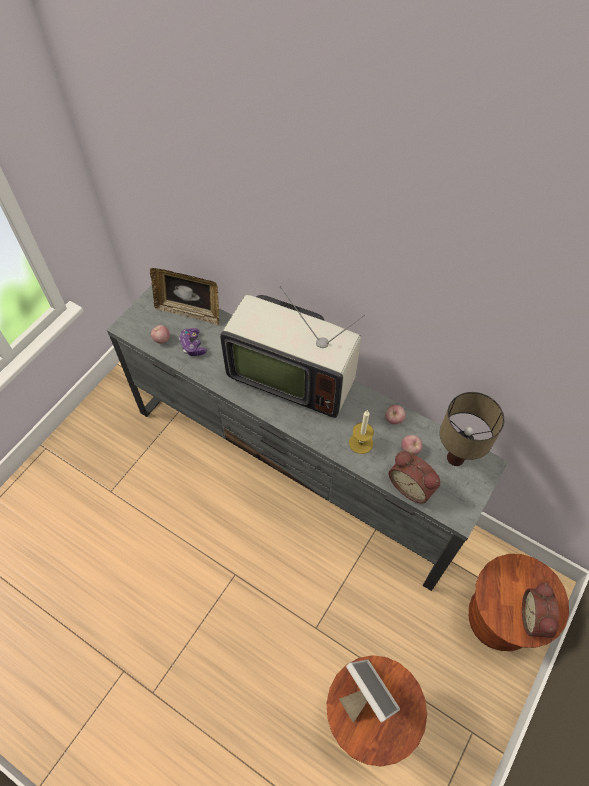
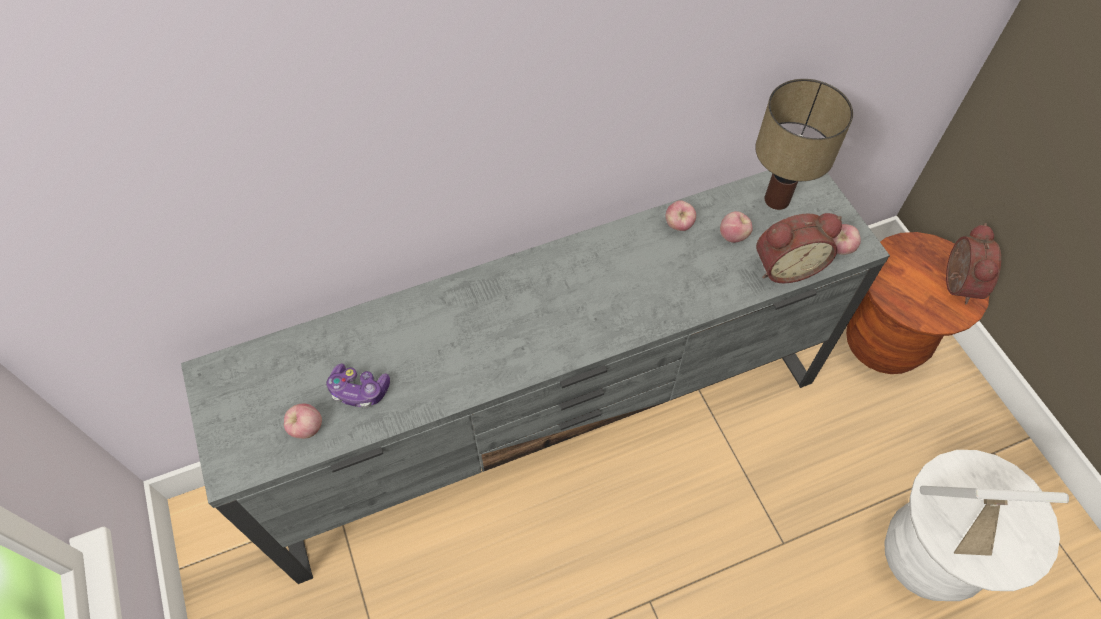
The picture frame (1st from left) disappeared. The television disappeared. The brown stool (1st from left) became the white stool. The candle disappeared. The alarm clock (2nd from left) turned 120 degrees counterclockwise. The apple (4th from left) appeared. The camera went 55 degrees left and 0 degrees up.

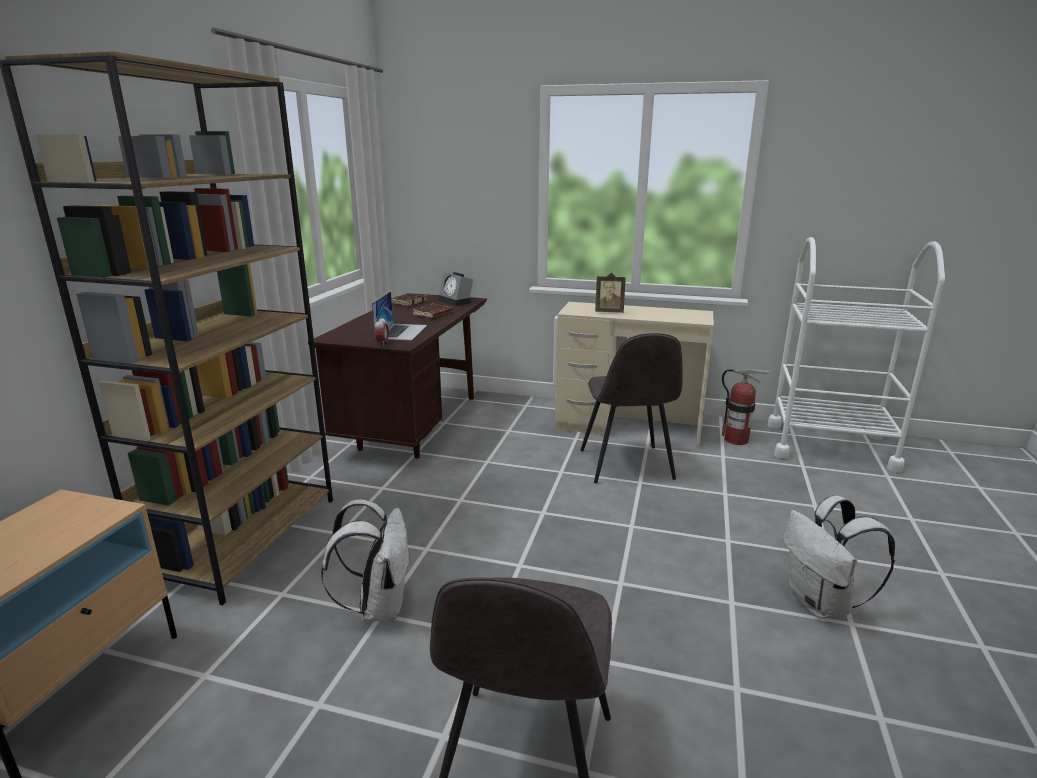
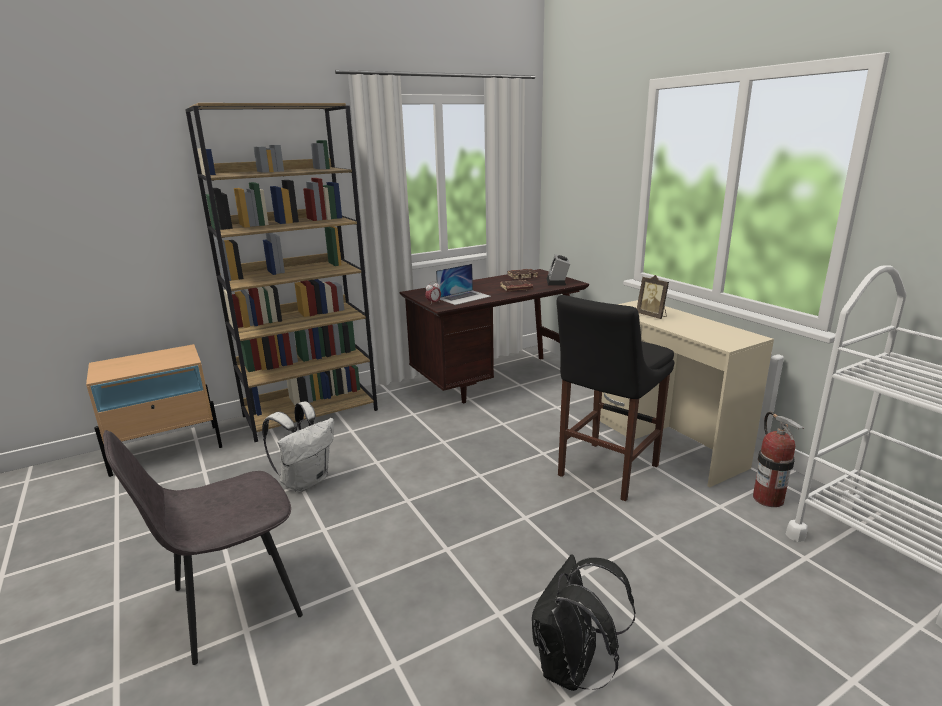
The grey chair (2nd from left) was replaced by the black stool. The white backpack (2nd from left) became the black backpack. The camera went 45 degrees right and 0 degrees up.

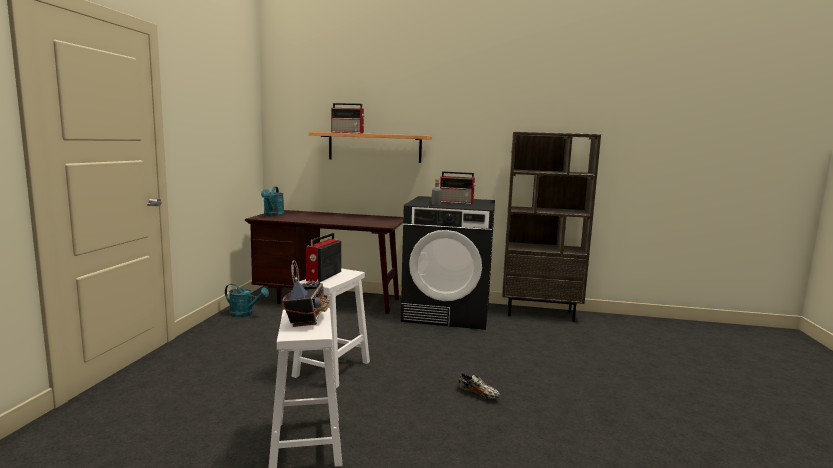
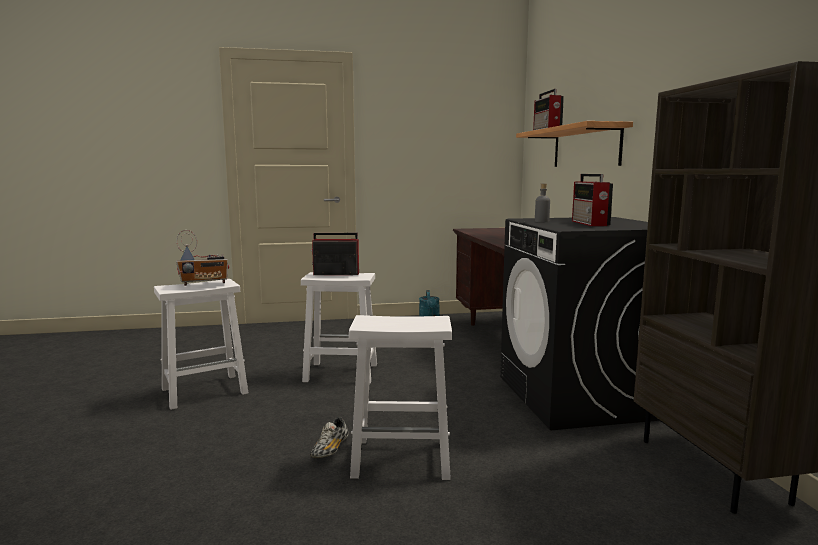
The turquoise watering can (2nd from left) disappeared. The white stool (3rd from left) appeared. The camera went 70 degrees right and 0 degrees up.

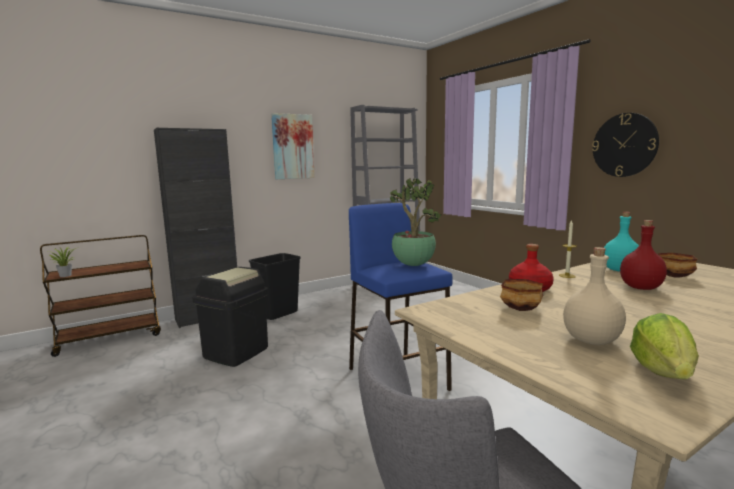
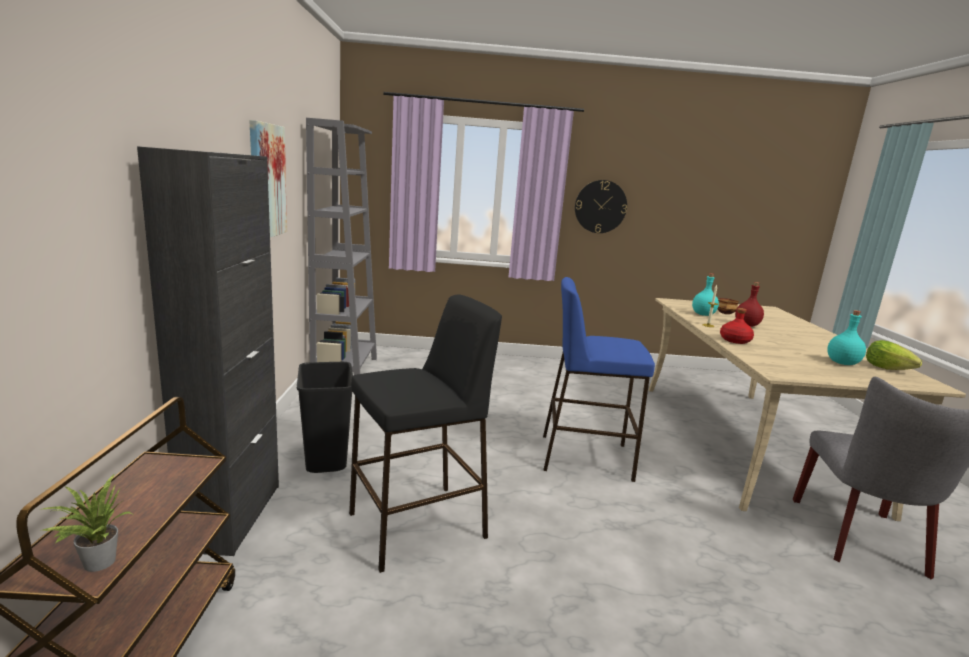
The black trash can (1st from left) was replaced by the black stool. The potted plant (2nd from left) disappeared. The bowl (1st from left) disappeared. The beige bottle became the turquoise bottle (2nd from left). The camera went 60 degrees left and 5 degrees up.

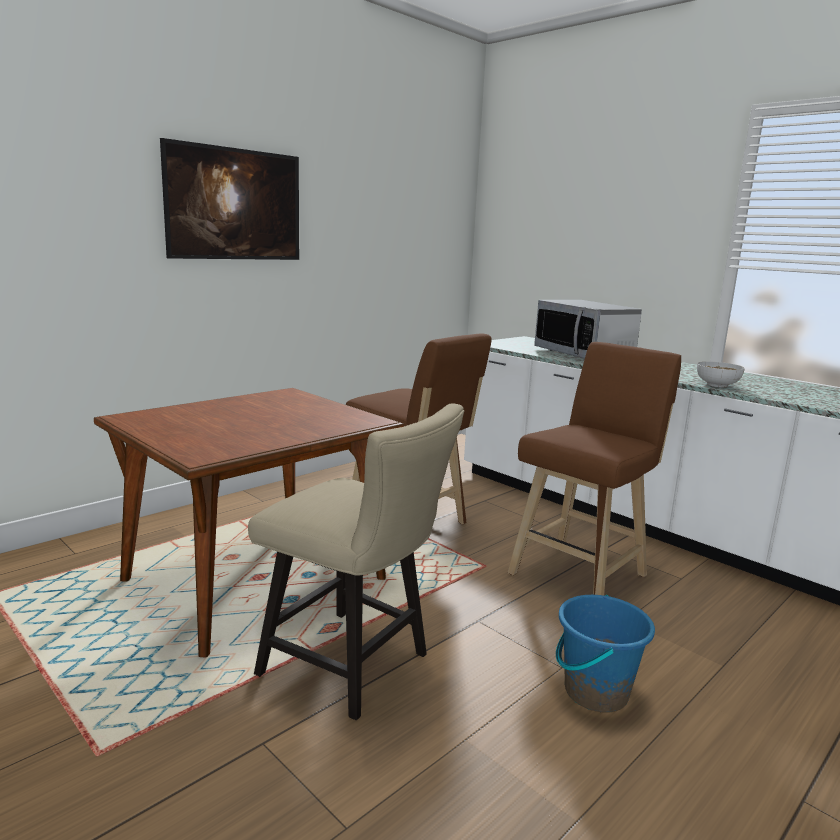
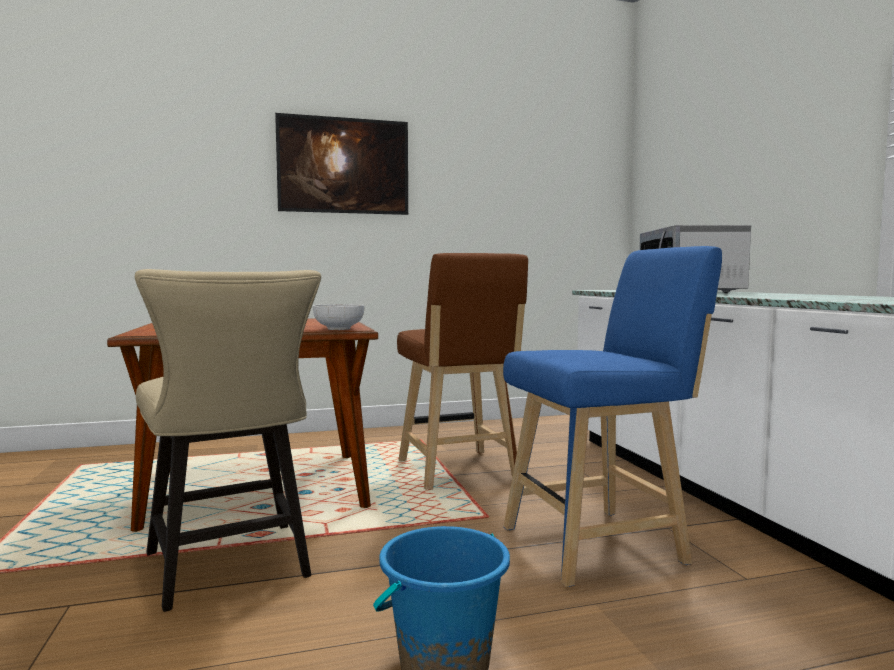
The brown stool (2nd from left) became the blue stool. The bowl moved. The camera went 30 degrees right and 10 degrees down.

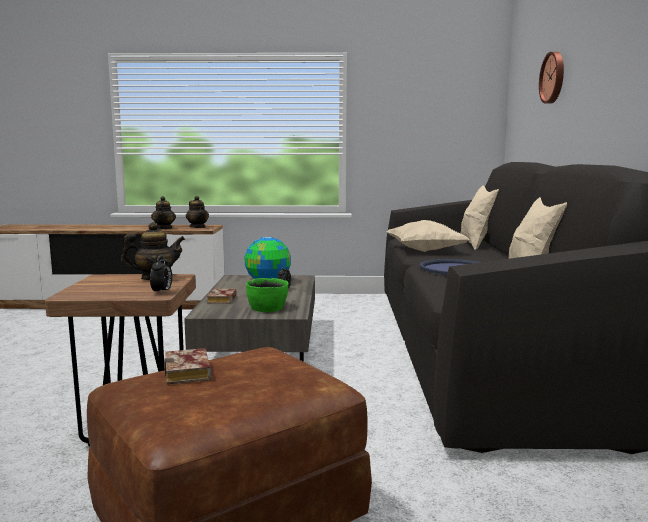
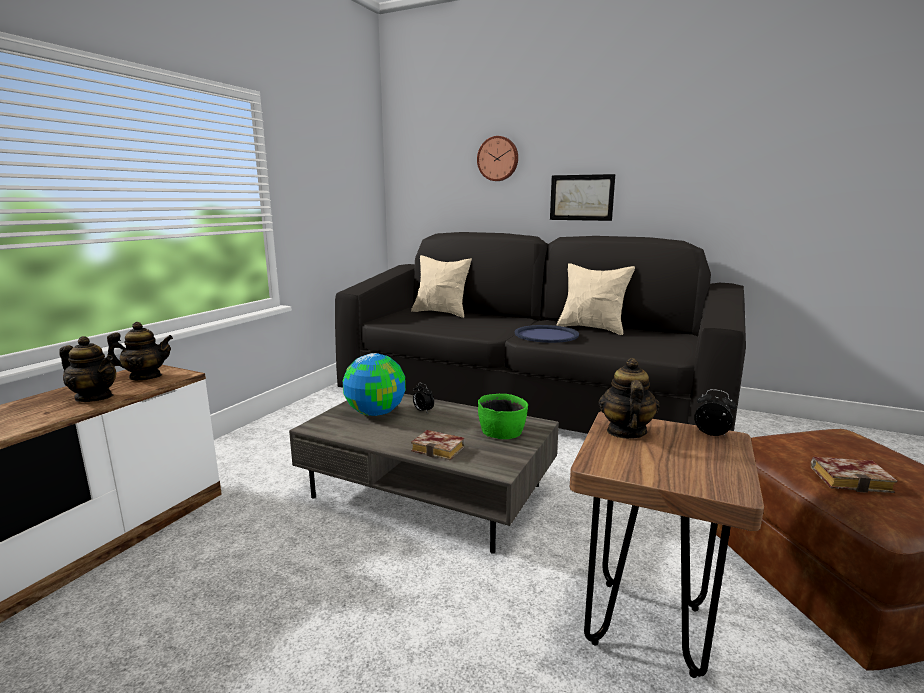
The beige pillow (1st from left) disappeared. The picture appeared. The camera went 65 degrees left and 5 degrees up.

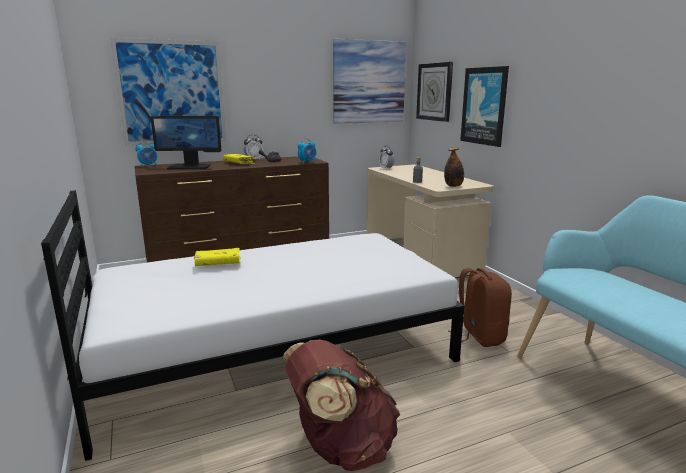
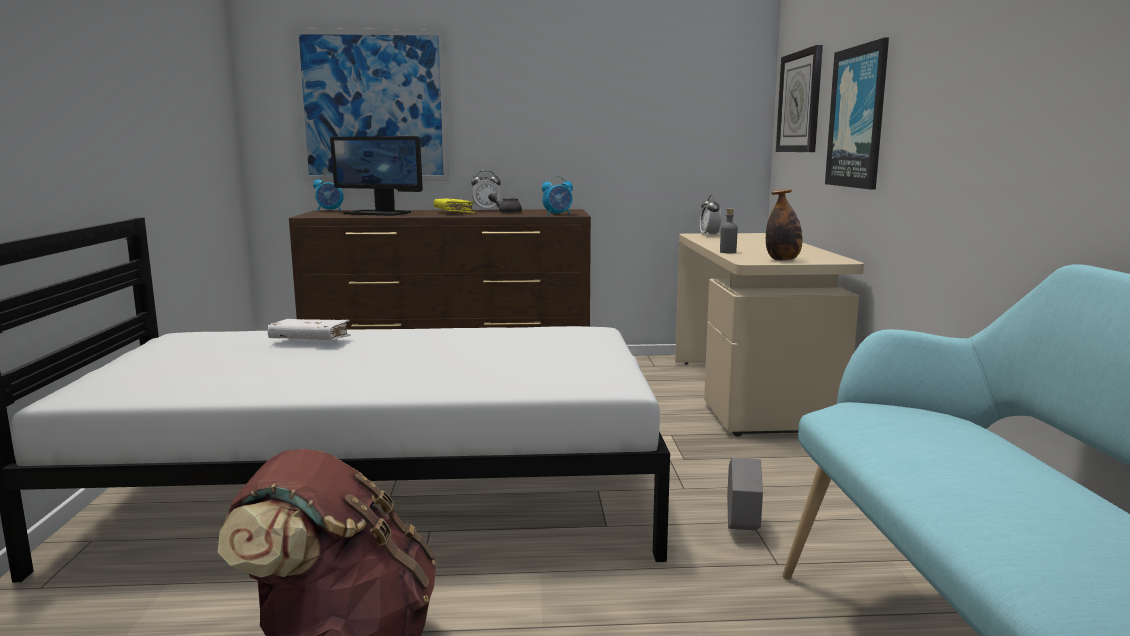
The yellow book (1st from left) became the white book. The picture (2nd from left) disappeared. The brown backpack (2nd from left) was replaced by the grey planter. The camera went 20 degrees right and 5 degrees down.

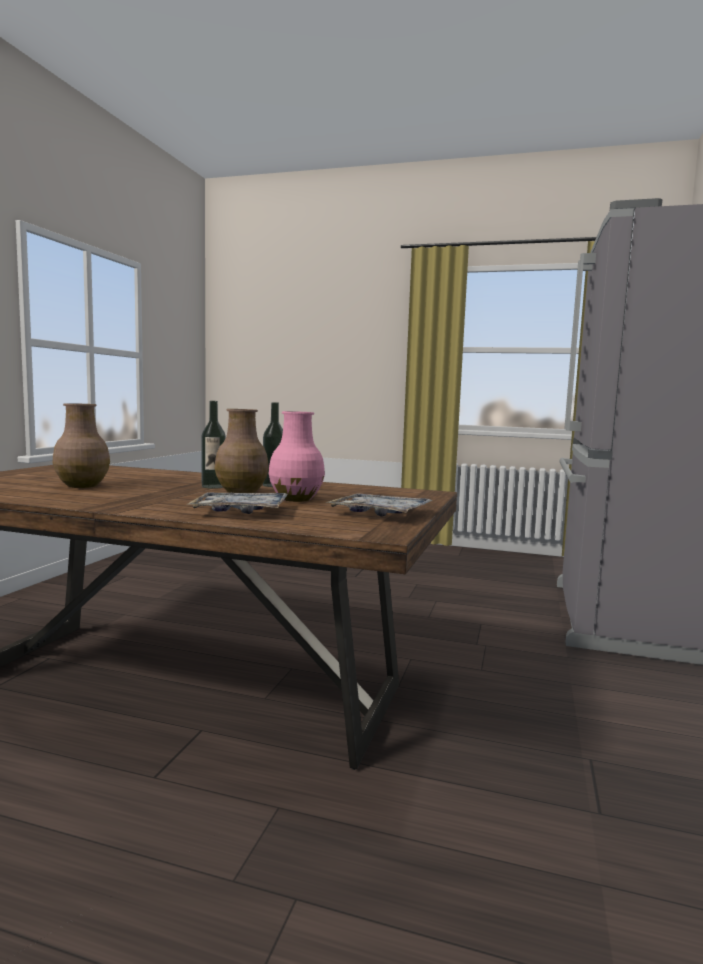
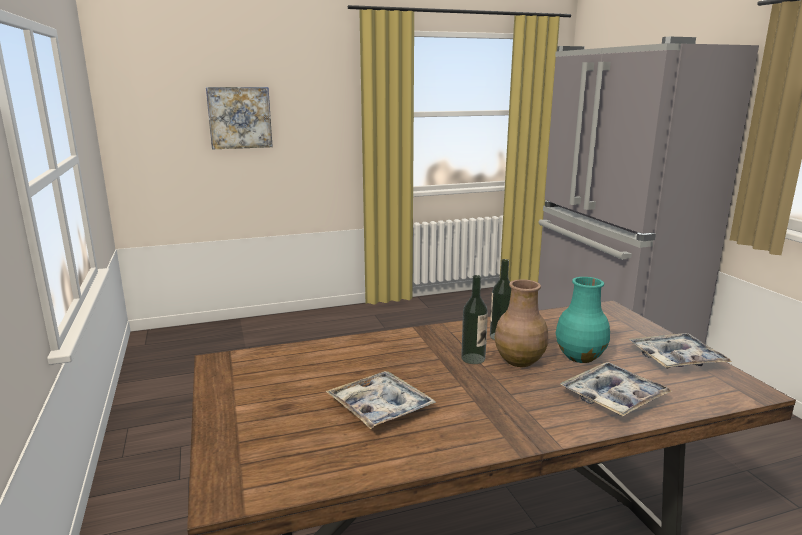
The brown vase (1st from left) was replaced by the tray (1st from left). The pink vase became the turquoise vase. The picture appeared. The camera went 35 degrees left and 10 degrees up.

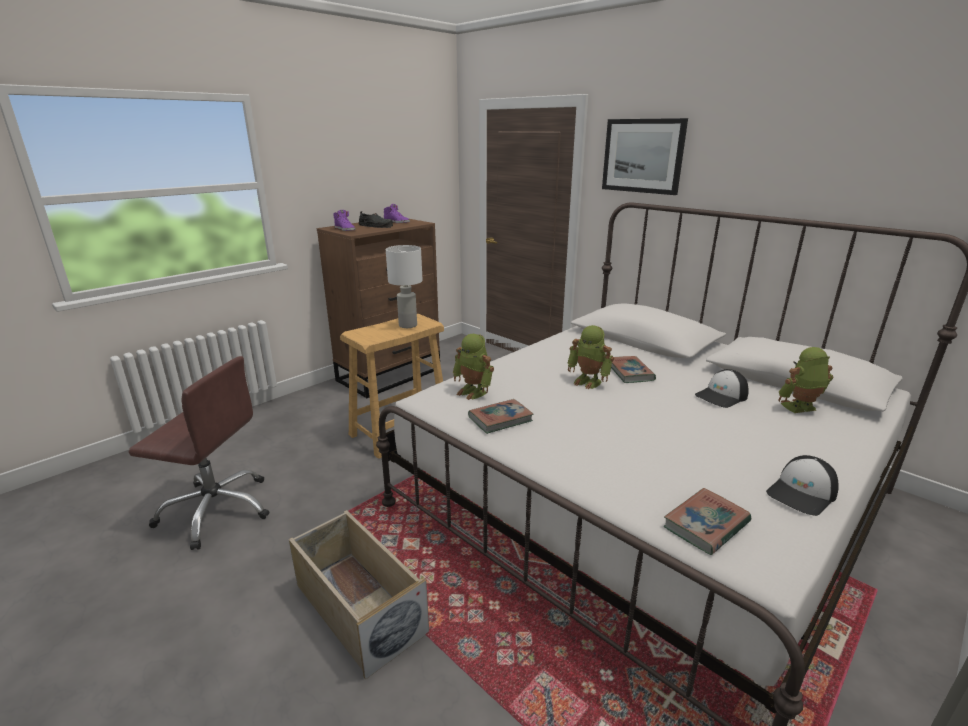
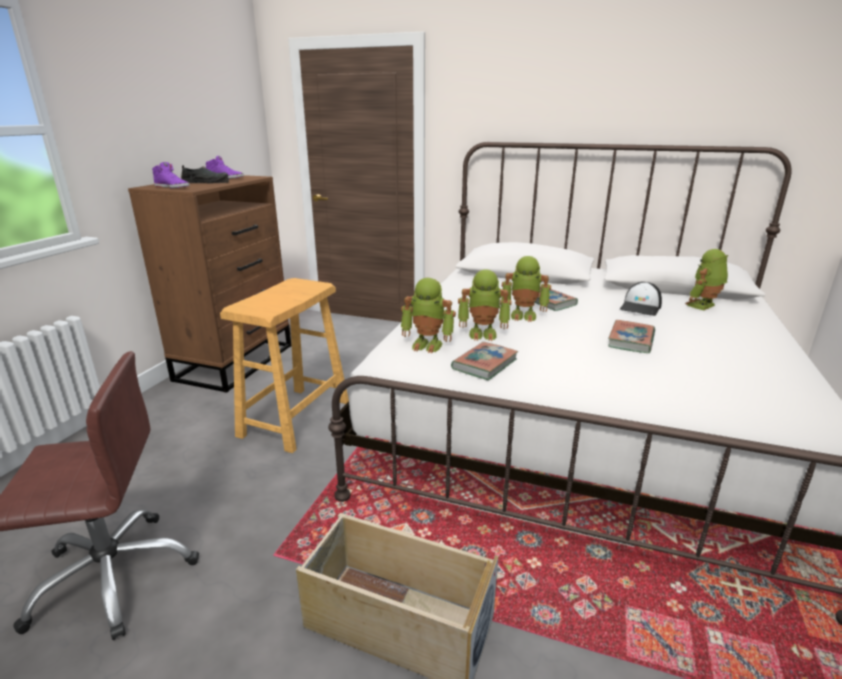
The white table lamp disappeared. The picture disappeared. The book (3rd from left) moved. The cap (2nd from left) disappeared. The toy robot (2nd from left) appeared. The camera went 25 degrees left and 0 degrees up.

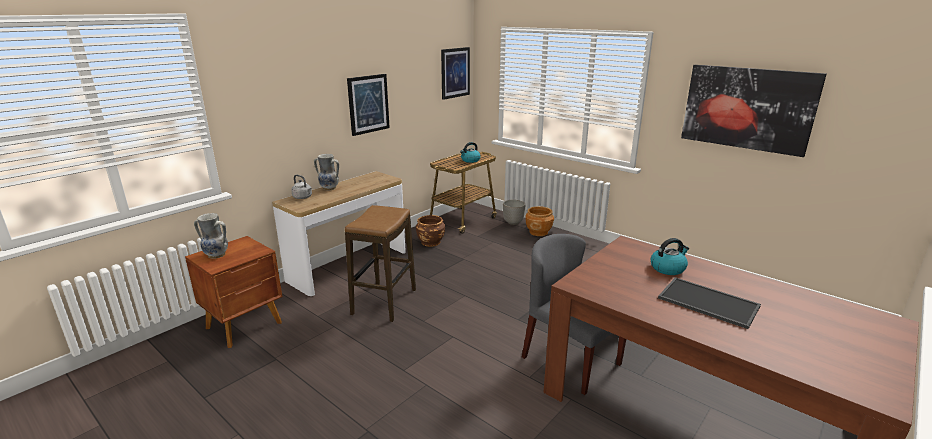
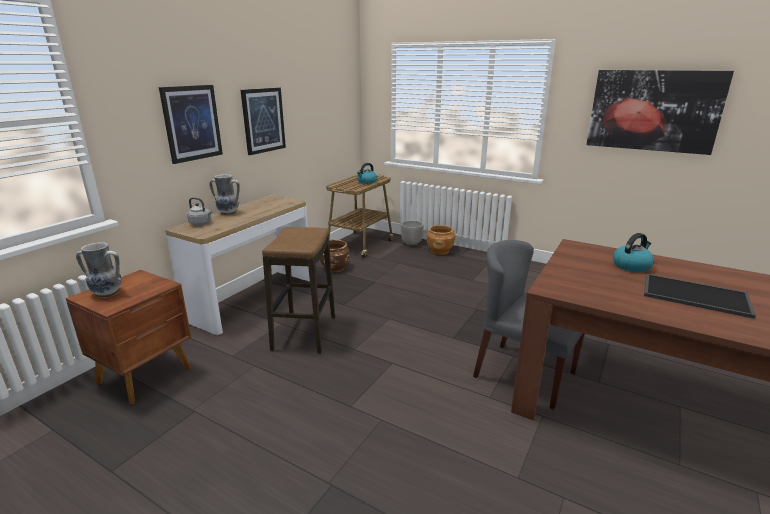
The picture (2nd from left in the first image) moved. The camera went 10 degrees left and 0 degrees up.

